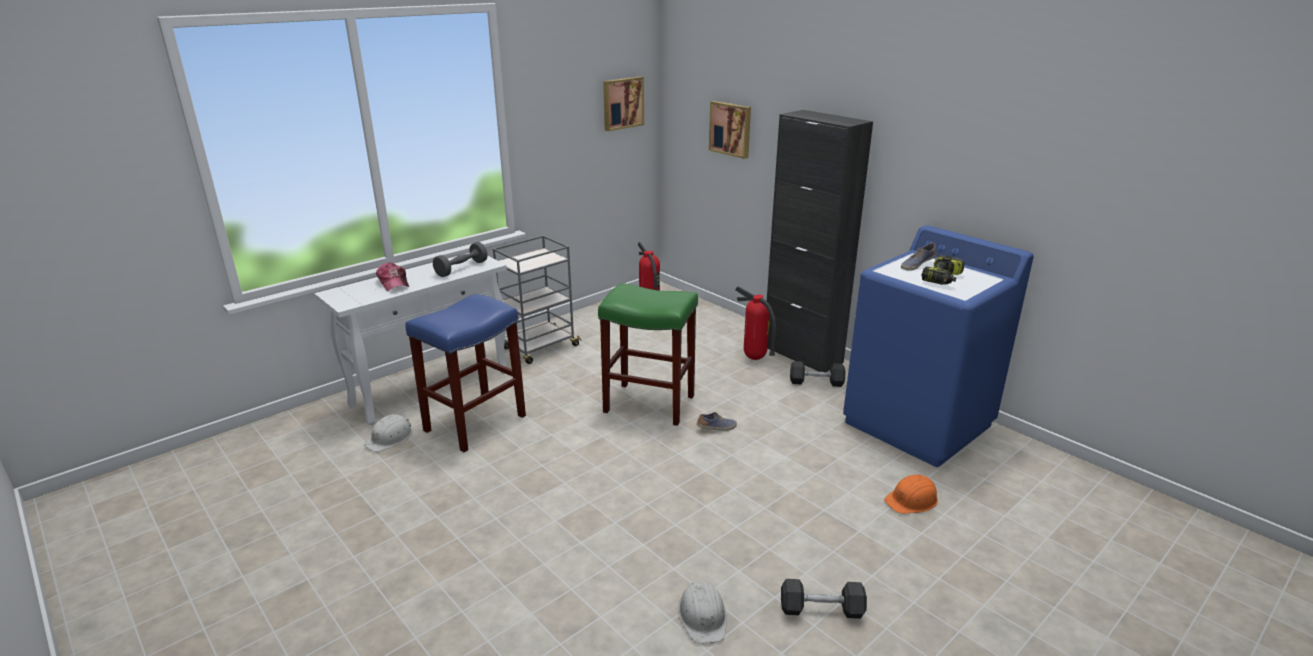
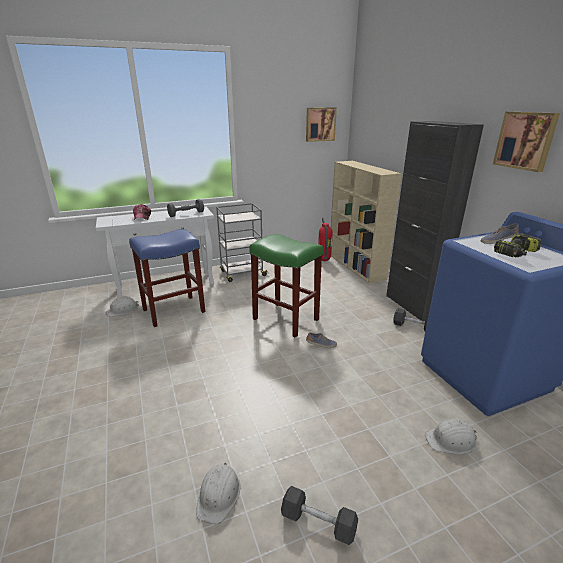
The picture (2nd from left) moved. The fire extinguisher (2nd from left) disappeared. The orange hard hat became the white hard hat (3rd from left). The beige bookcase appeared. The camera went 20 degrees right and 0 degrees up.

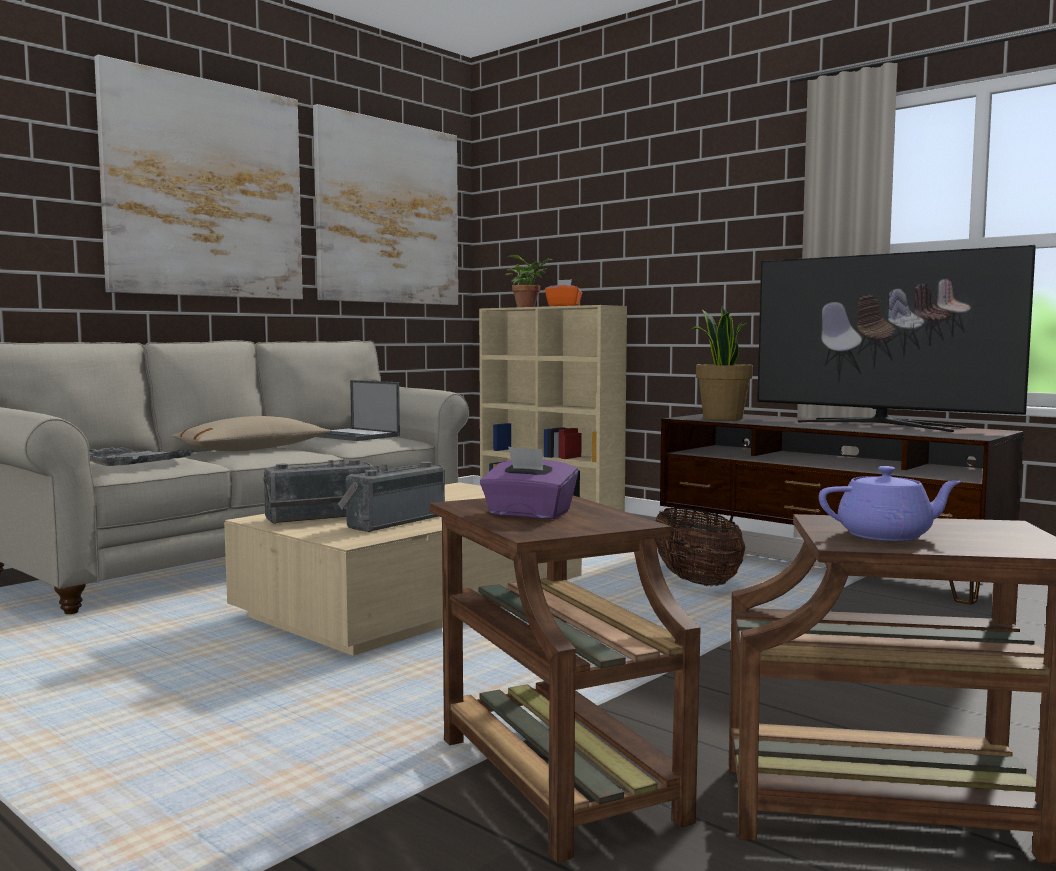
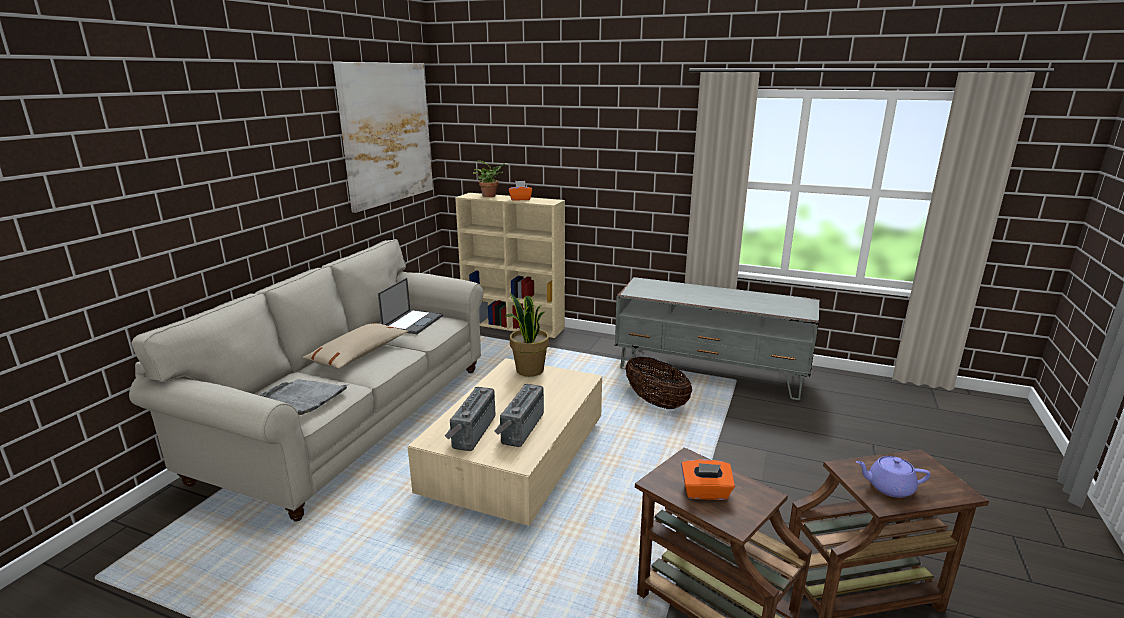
The picture (1st from left) disappeared. The radio (1st from left) turned 150 degrees clockwise. The laptop turned 90 degrees counterclockwise. The purple tissue box became the orange tissue box (2nd from left). The brown tv stand became the grey tv stand. The potted plant (2nd from left) moved. The television disappeared. The purple teapot turned 150 degrees counterclockwise. The camera went 20 degrees left and 15 degrees up.

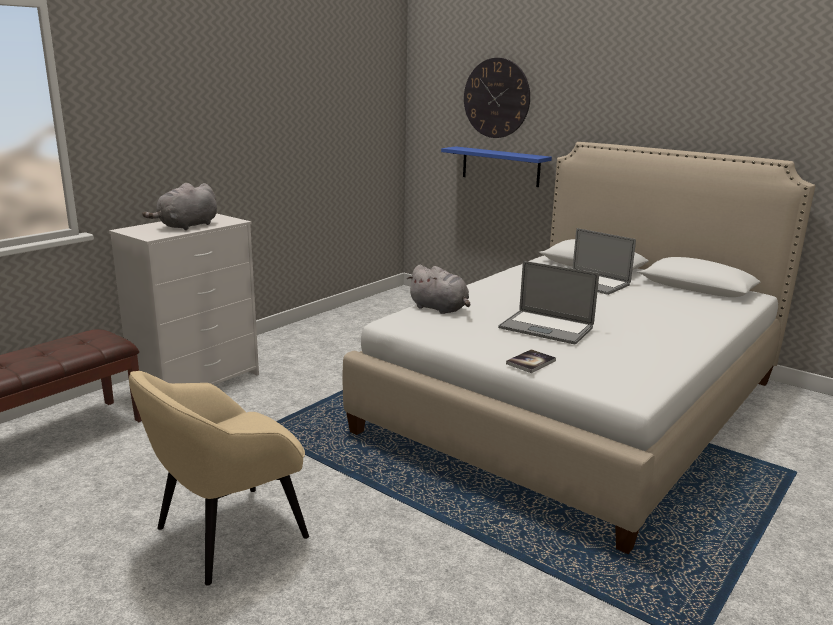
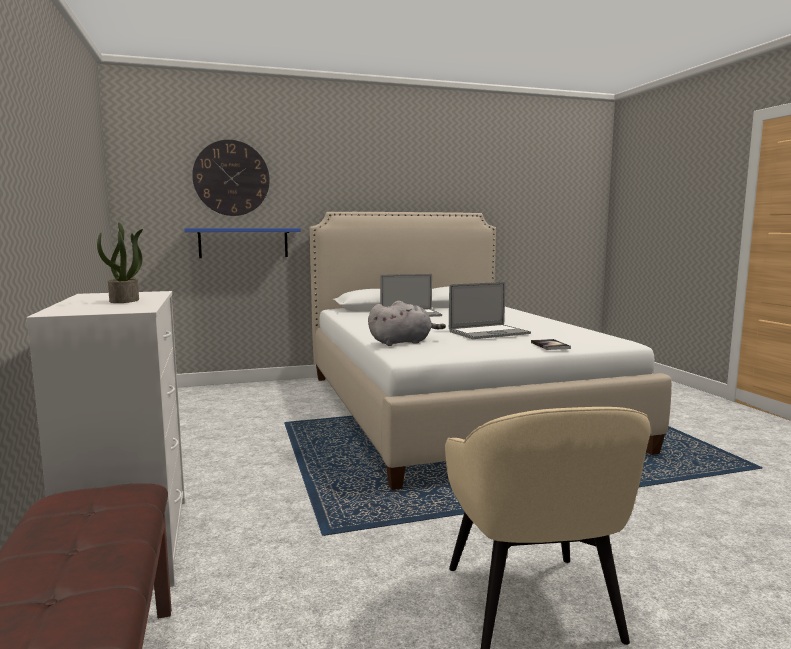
The grey plush toy (1st from left) was replaced by the potted plant. The camera went 55 degrees left and 10 degrees down.

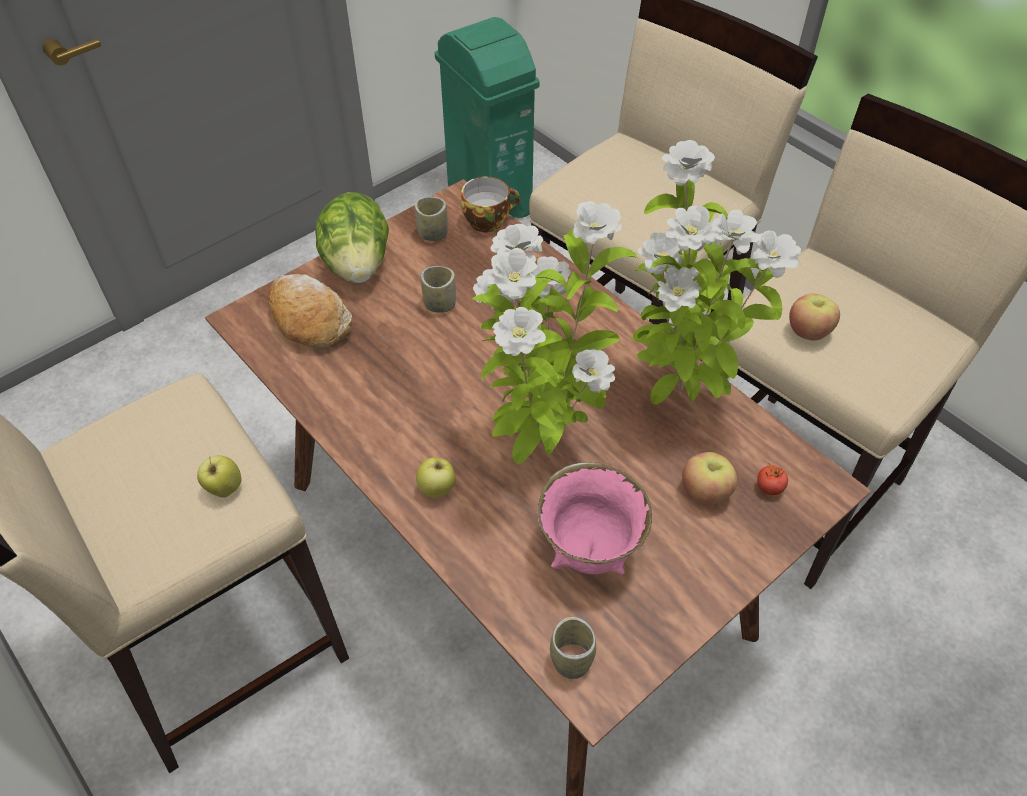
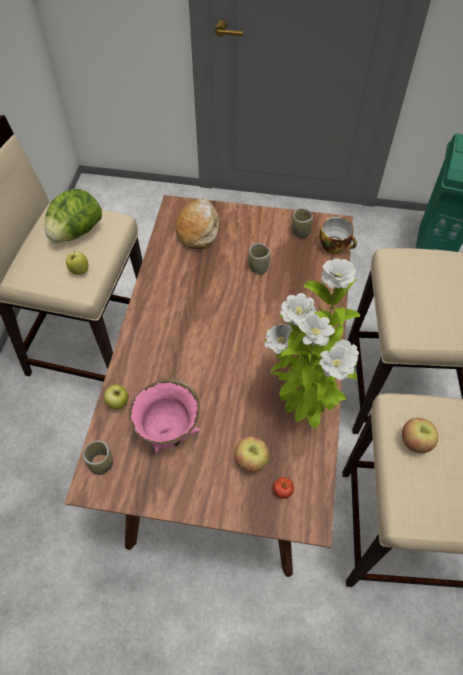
The lettuce moved. The apple (2nd from left) moved. The potted plant (1st from left) disappeared. The camera went 50 degrees right and 5 degrees up.

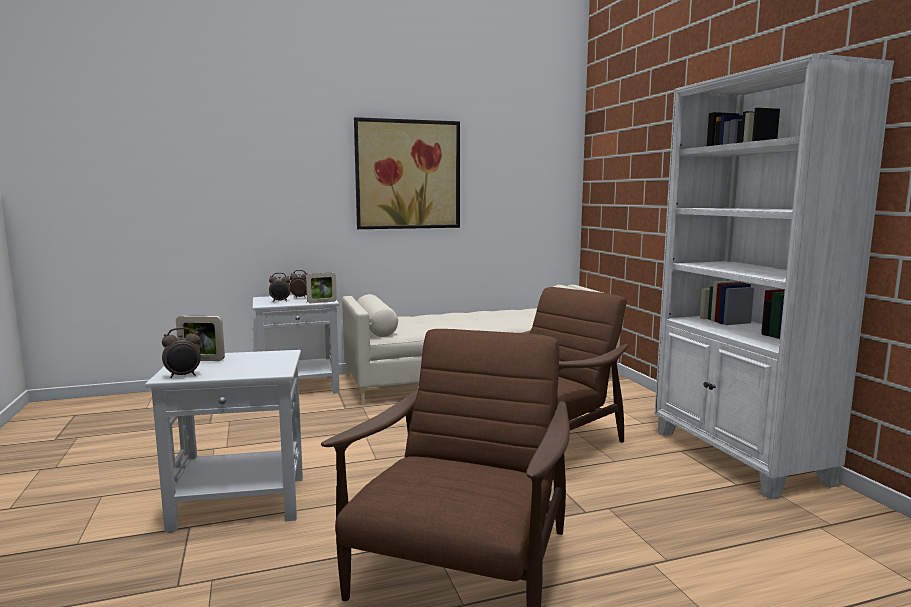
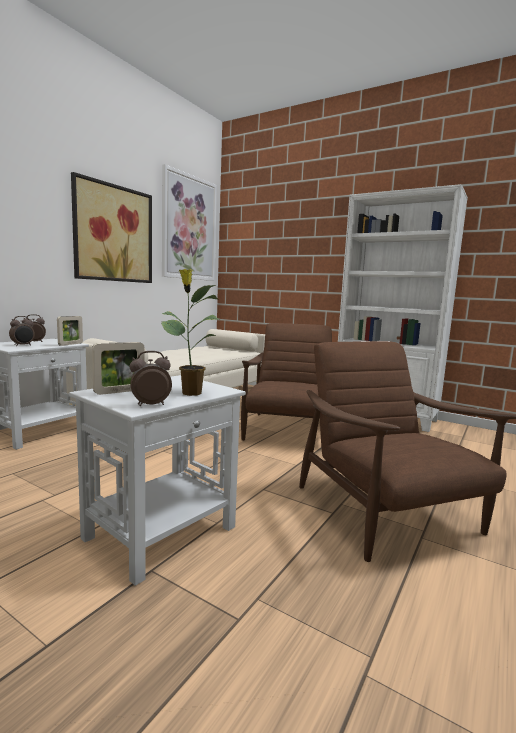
The alarm clock (1st from left in the first image) turned 135 degrees counterclockwise. The potted plant appeared. The picture (2nd from left) appeared. The camera went 40 degrees left and 0 degrees up.

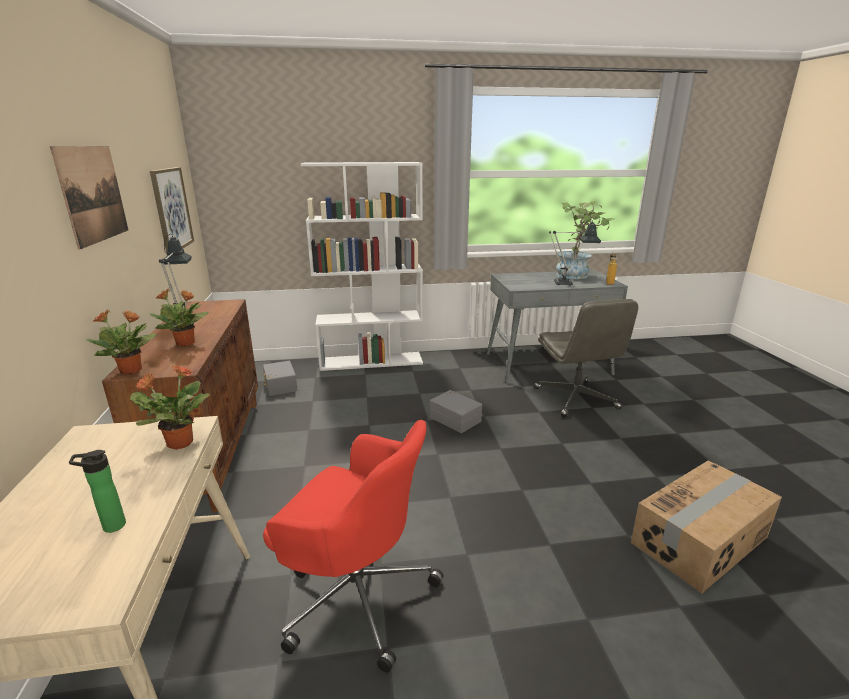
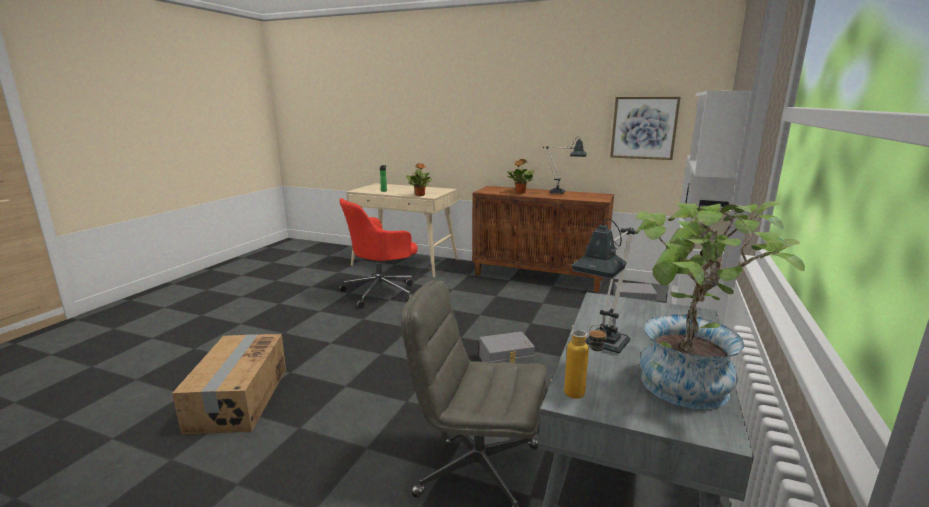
The picture (1st from left) disappeared. The potted plant (1st from left) disappeared. The camera went 120 degrees right and 5 degrees down.

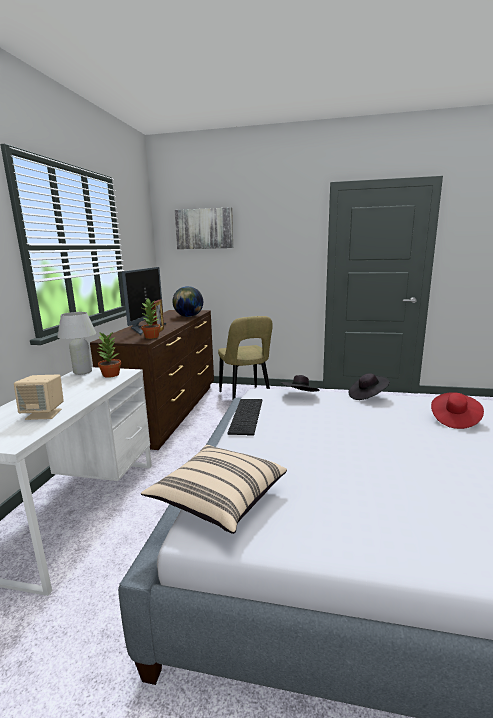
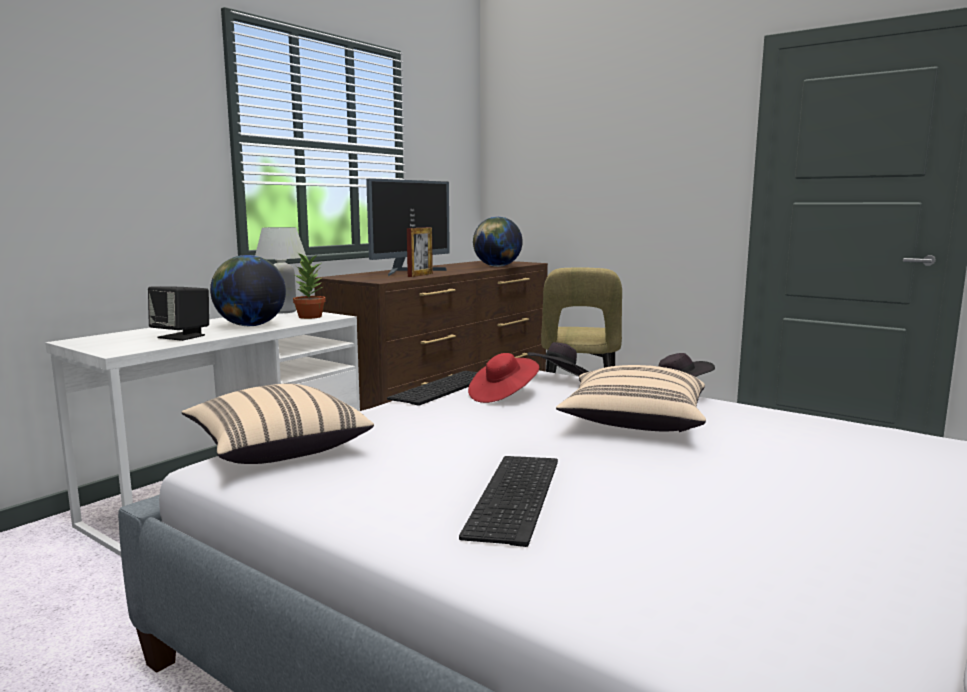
The beige speaker became the black speaker. The potted plant (2nd from left) disappeared. The picture disappeared. The red hat moved. The globe (1st from left) appeared. The keyboard (2nd from left) appeared. The beige pillow (2nd from left) appeared. The camera went 25 degrees right and 5 degrees down.

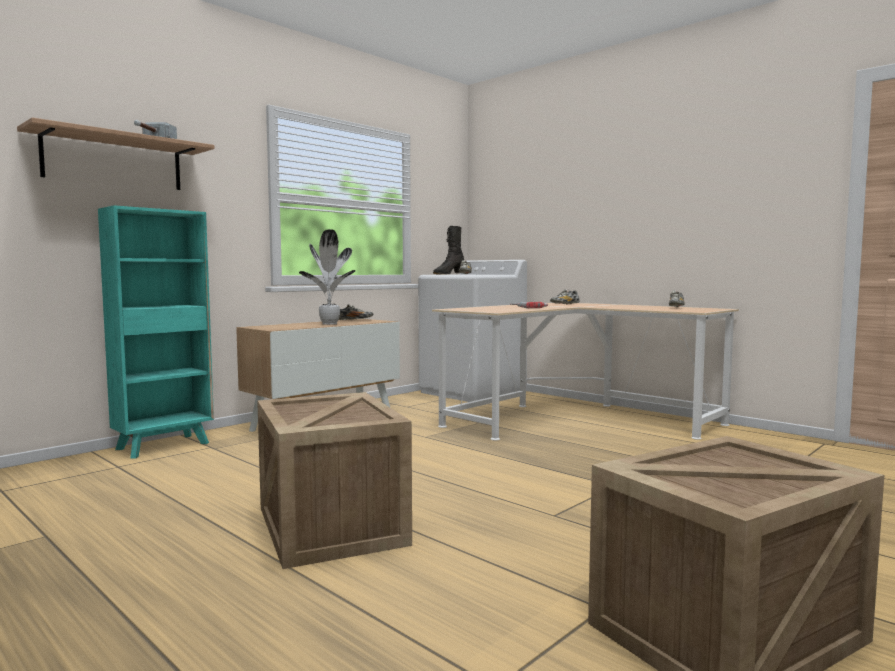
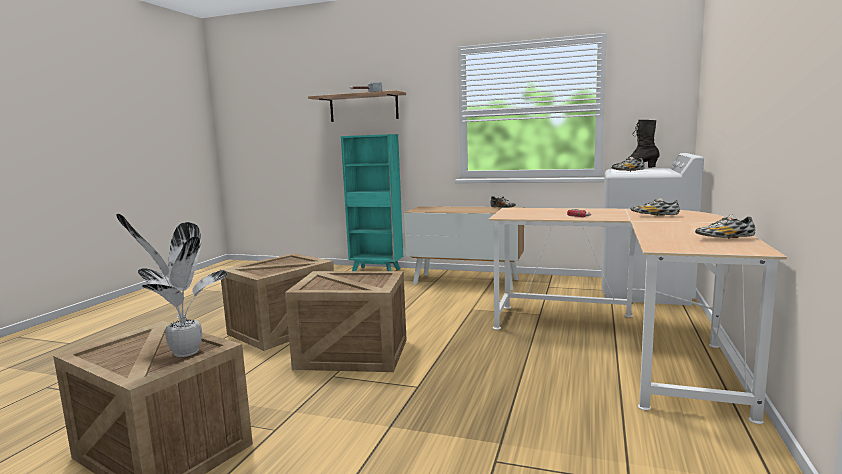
The potted plant moved. The crate (3rd from left) appeared. The camera went 65 degrees right and 5 degrees up.

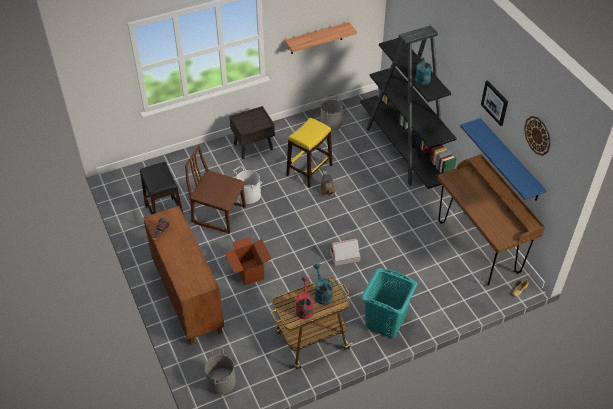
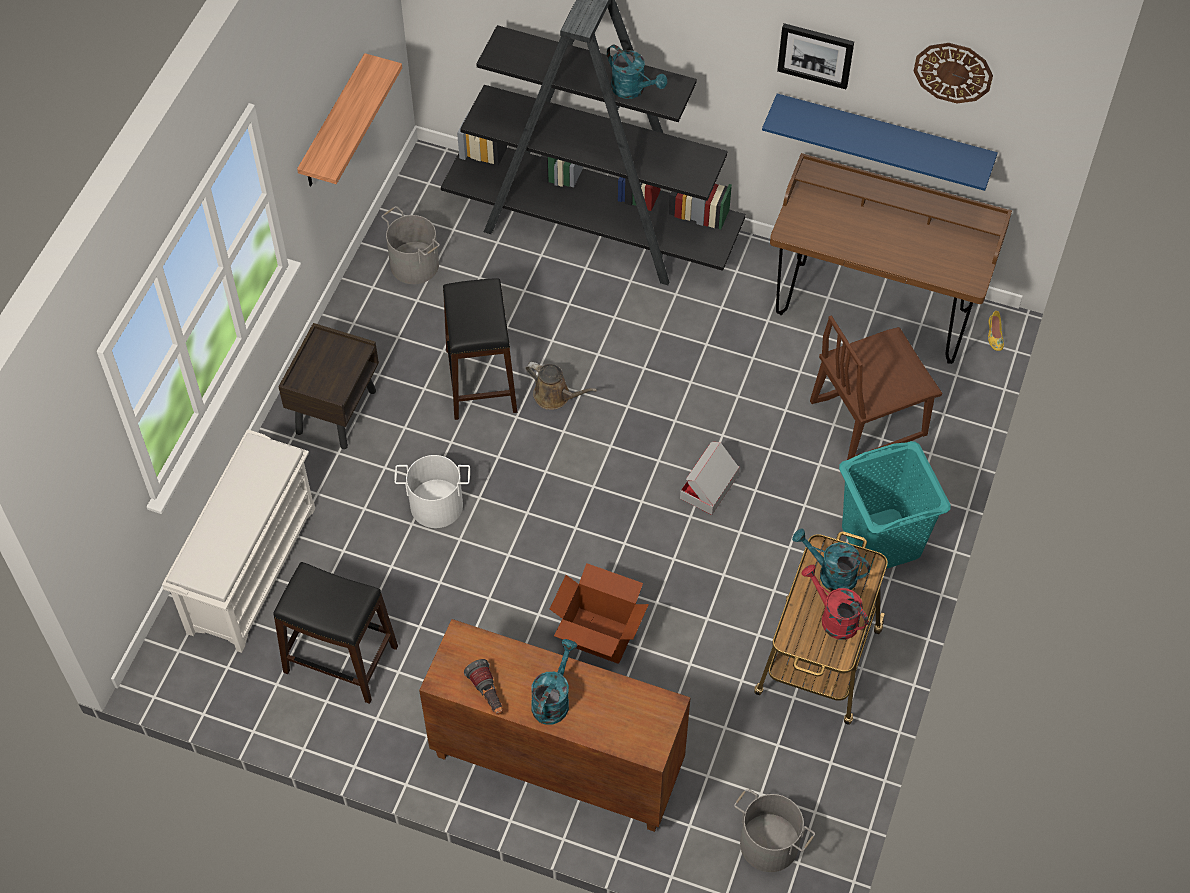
The brown chair moved. The yellow stool became the black stool (2nd from left). The white shoe rack appeared. The turquoise watering can (1st from left) appeared. The camera went 45 degrees left and 10 degrees up.

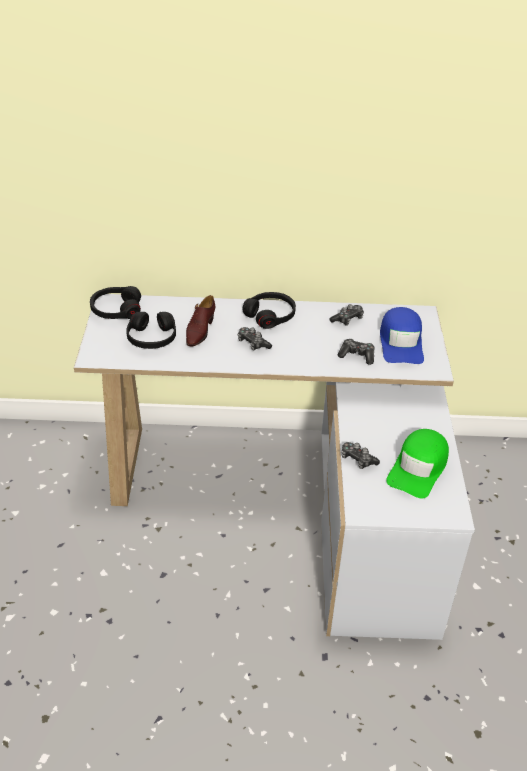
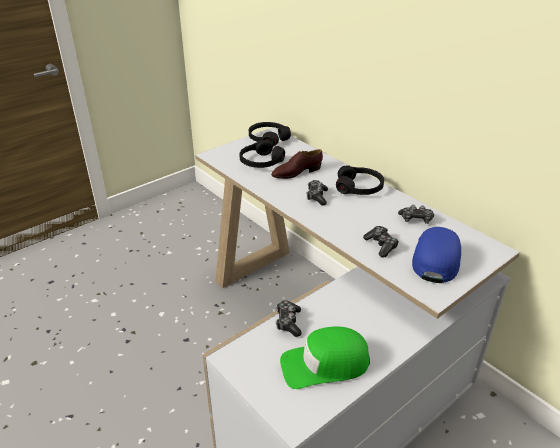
The blue cap turned 150 degrees clockwise. The camera went 50 degrees right and 5 degrees down.

